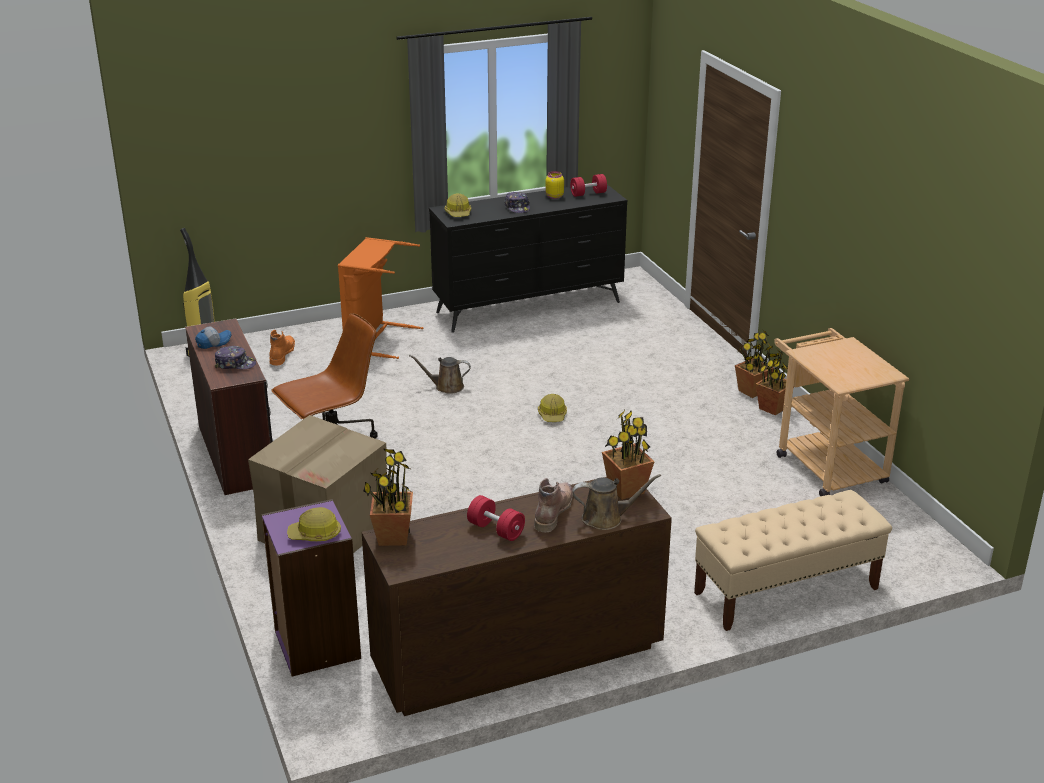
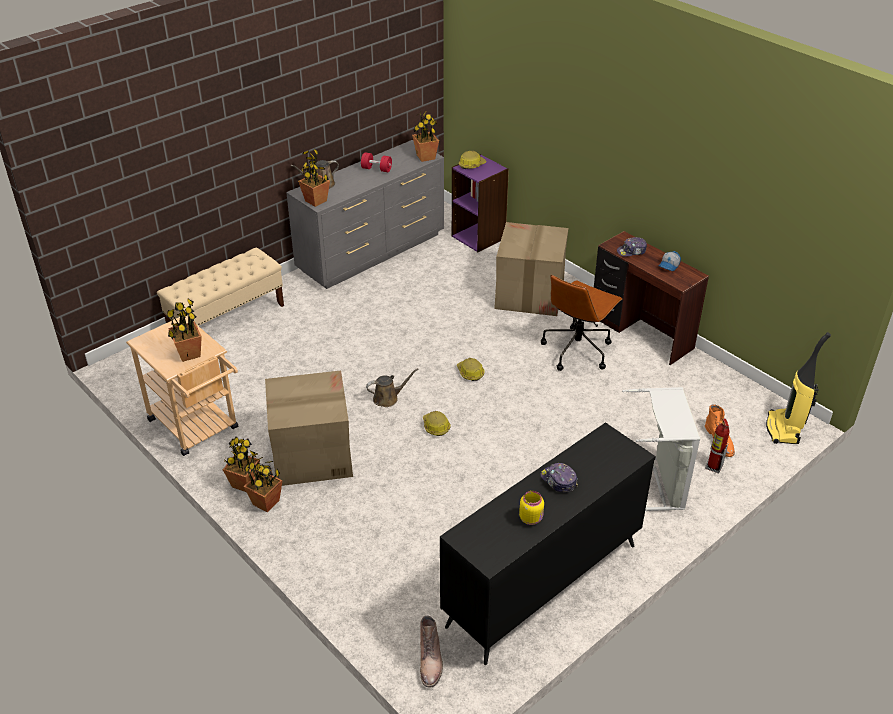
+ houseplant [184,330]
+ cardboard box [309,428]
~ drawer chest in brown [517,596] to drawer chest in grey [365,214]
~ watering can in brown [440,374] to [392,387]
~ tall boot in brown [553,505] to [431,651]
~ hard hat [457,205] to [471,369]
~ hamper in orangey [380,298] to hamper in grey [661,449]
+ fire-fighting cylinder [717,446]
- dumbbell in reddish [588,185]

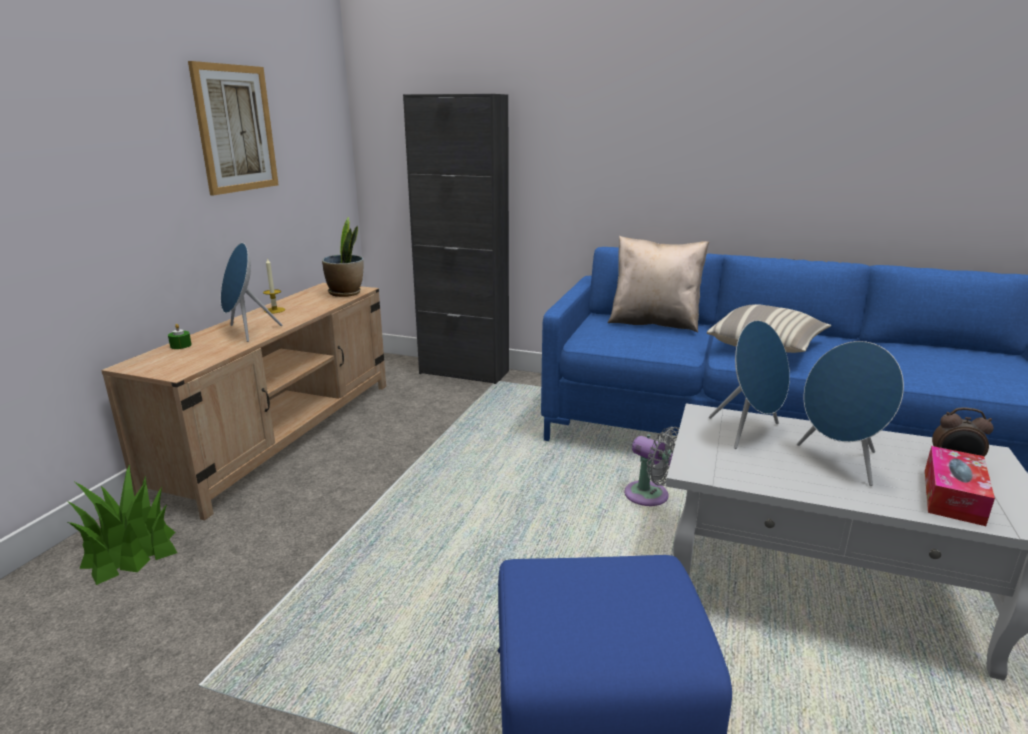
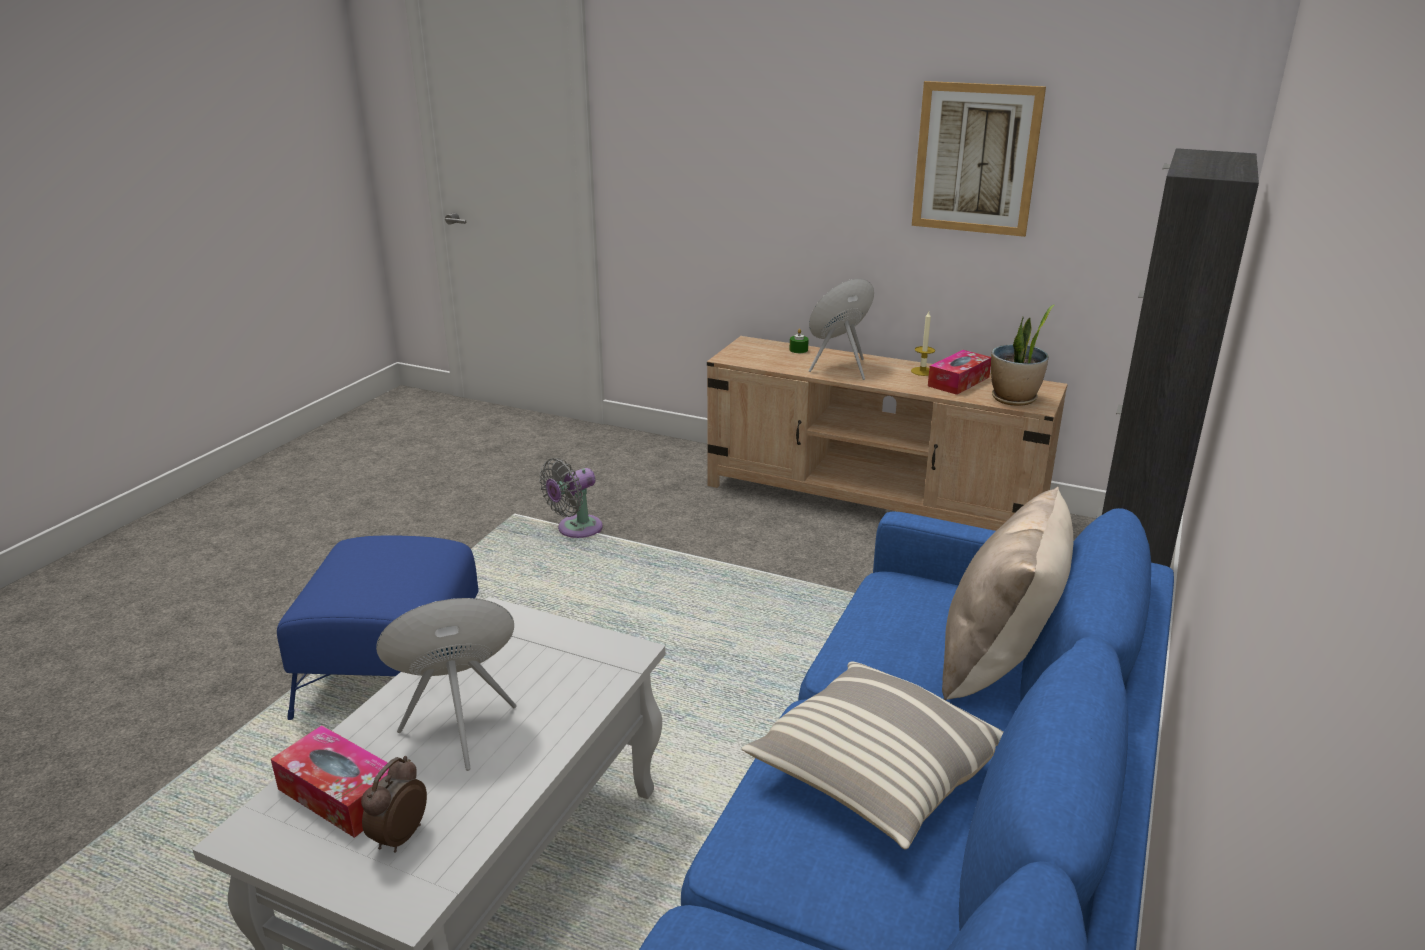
~ electric fan in grey [651,466] to [571,498]
+ tissue holder [959,372]
- houseplant [122,524]
- speaker in blue [749,384]

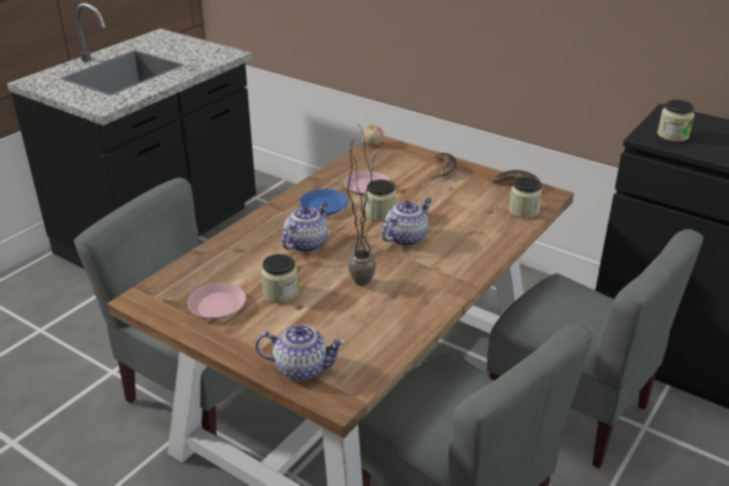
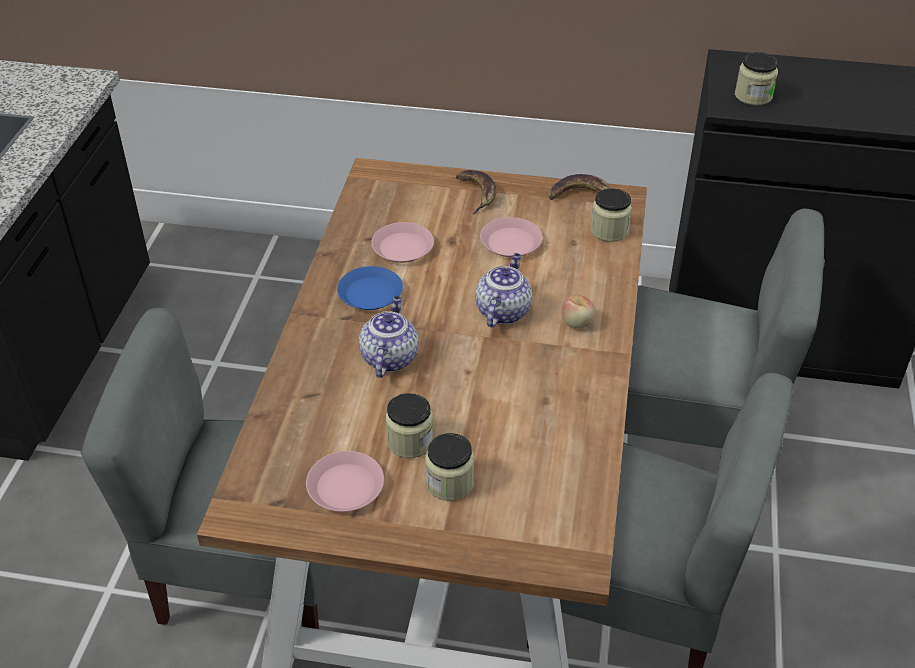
~ jar [380,200] to [449,467]
+ dinner plate in pink-coloured [511,237]
~ apple fruit [373,135] to [578,311]
- tea pot [300,353]
- houseplant [362,206]

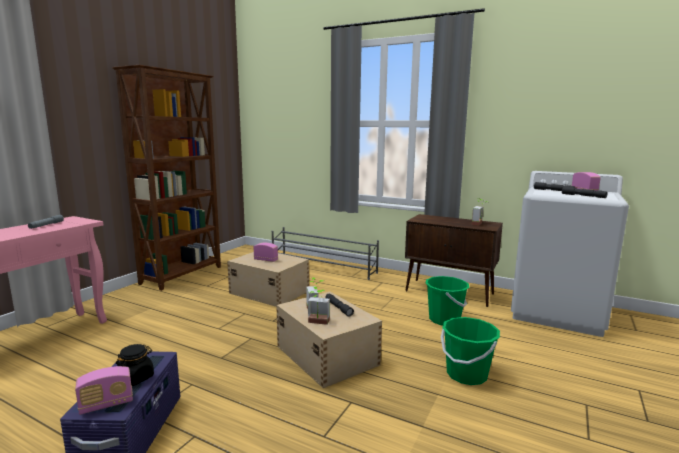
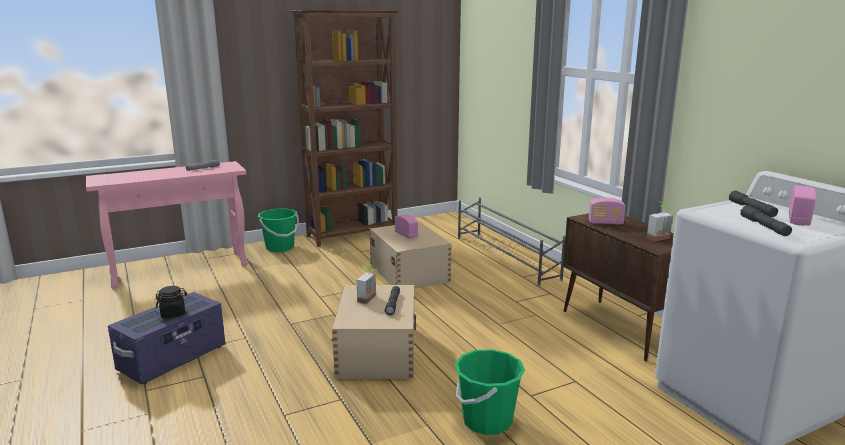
~ water bucket in greenish [447,300] to [278,230]
~ radio receiver [104,390] to [607,211]
- houseplant [319,305]

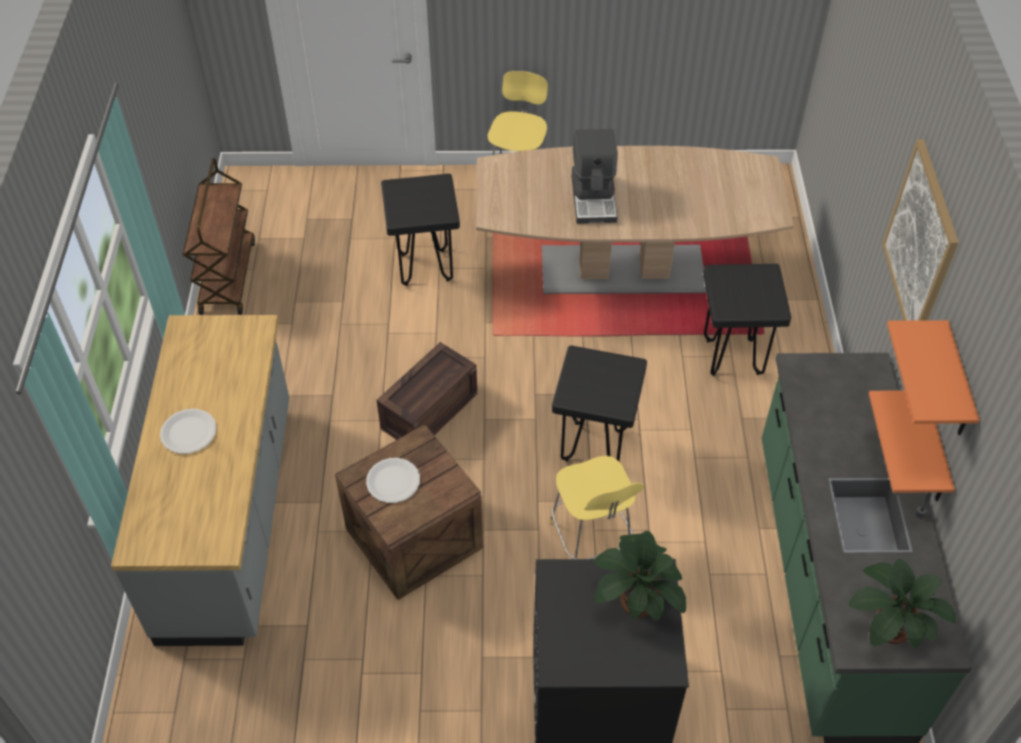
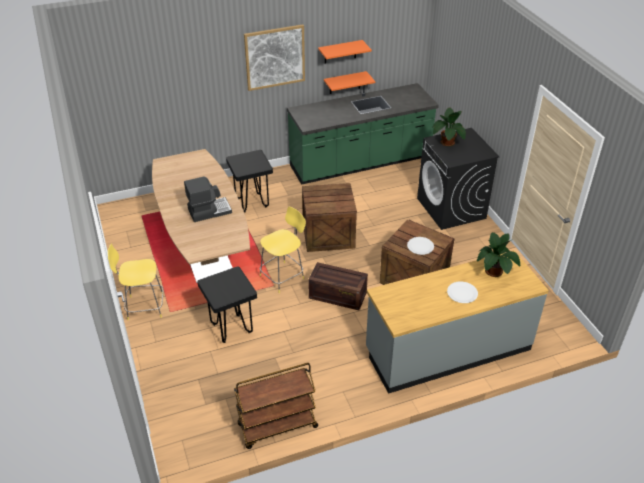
~ stool seat in yellowish [596,507] to [283,250]
~ stool seat in black-coloured [599,403] to crate [329,217]
~ houseplant [902,603] to [498,254]

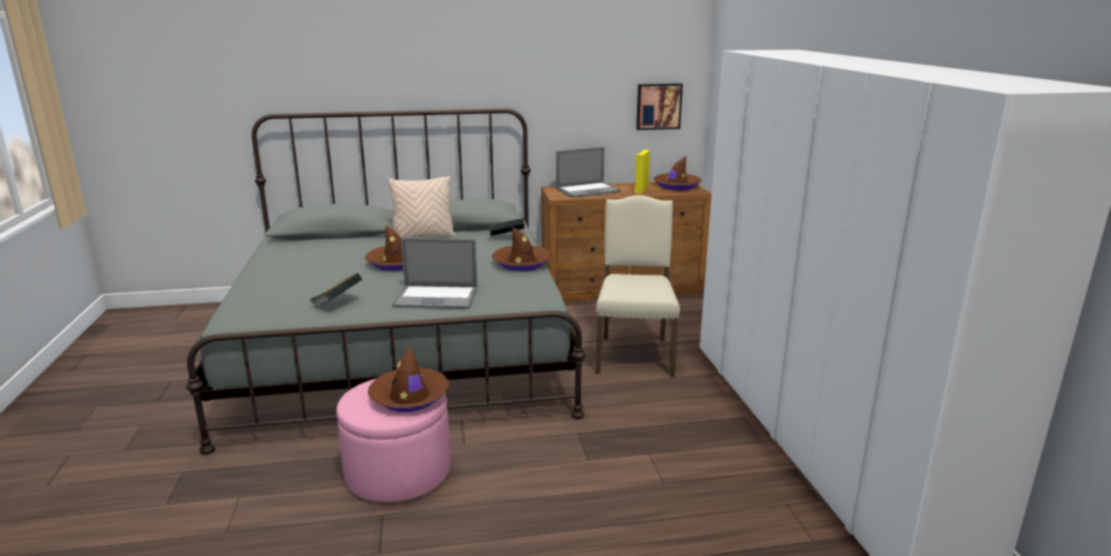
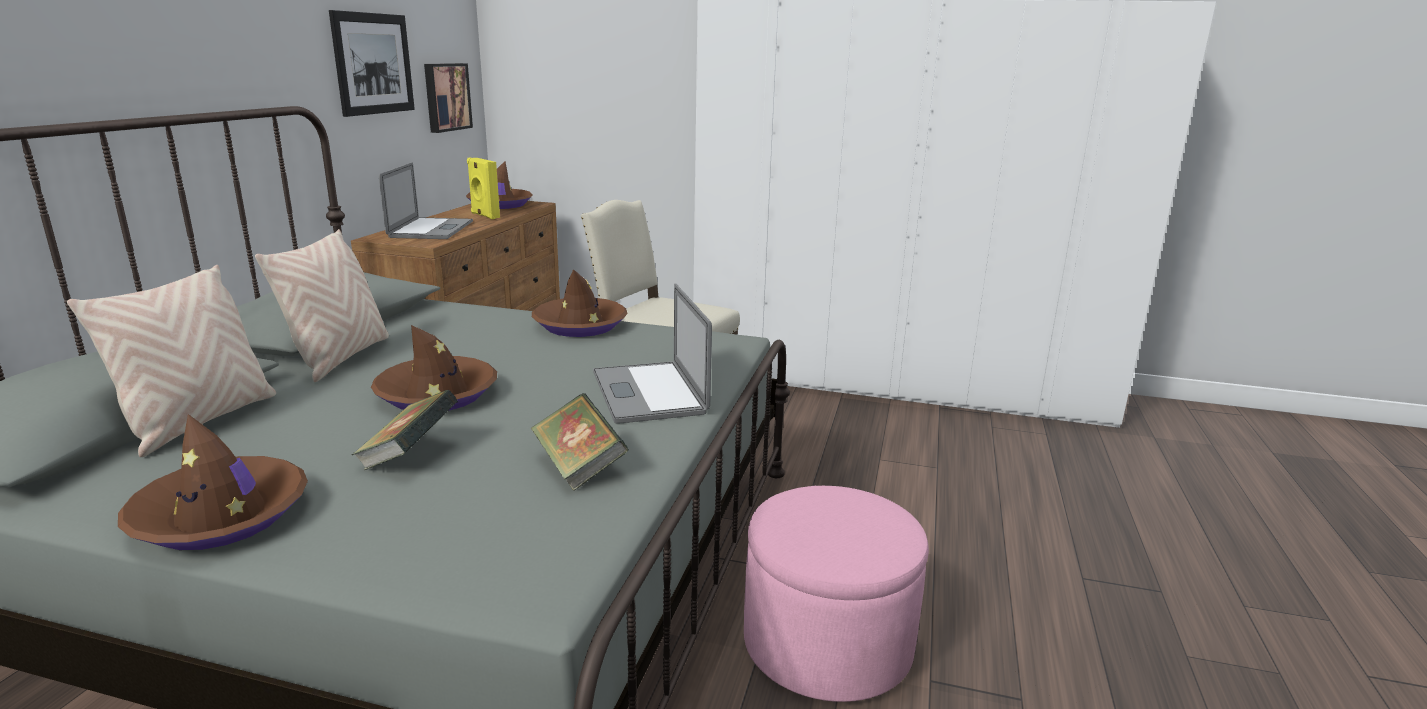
+ pillow in beige-coloured [171,361]
~ wearable hat in brown [408,378] to [213,482]
+ wall art [372,63]
~ bound book [507,227] to [405,430]
~ notebook computer [434,273] = [652,353] 135 degrees clockwise

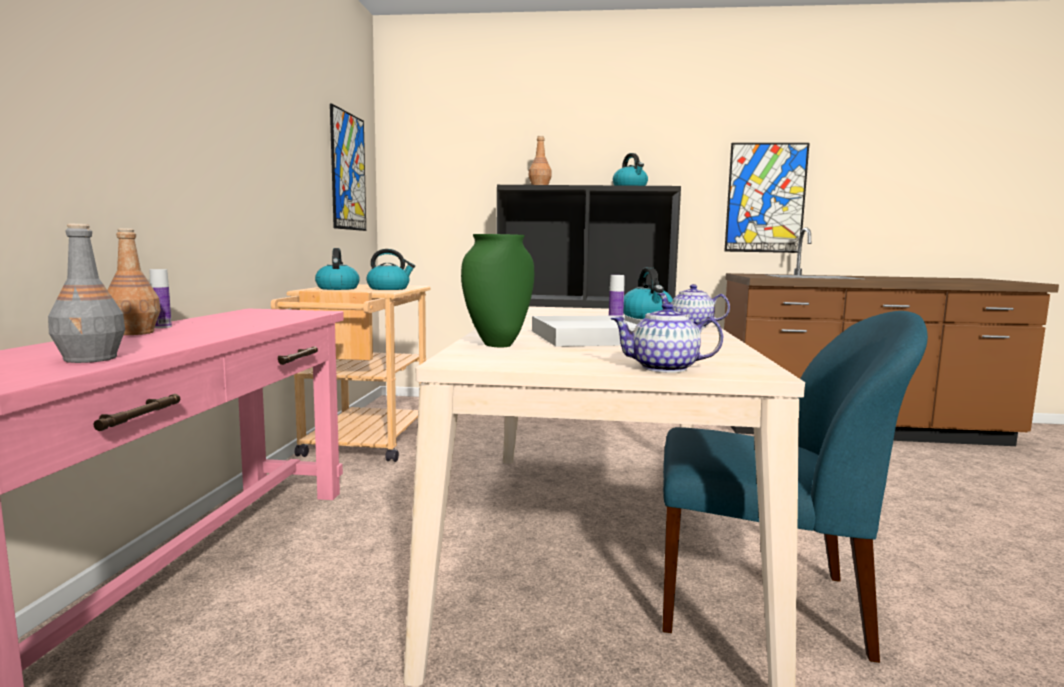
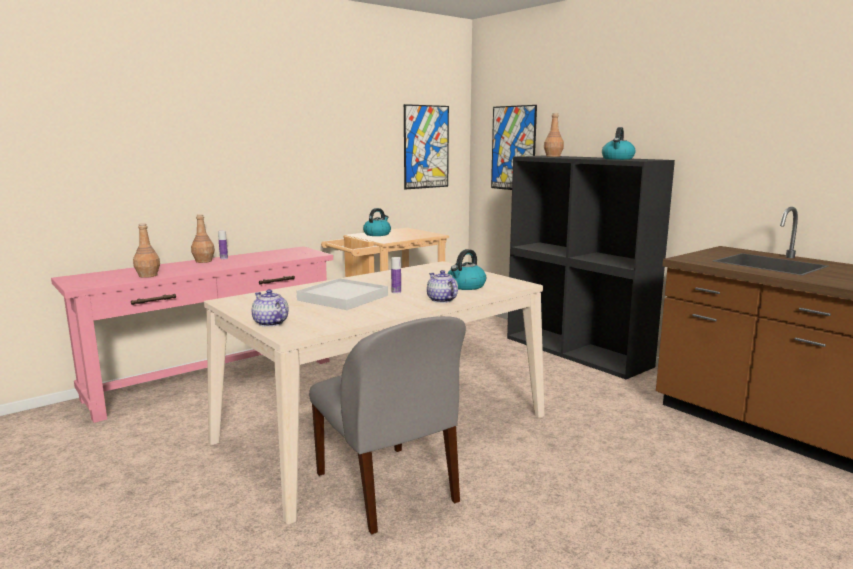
~ beverage bottle in grey [86,293] to beverage bottle in brown [146,250]
~ plain chair in blue [795,487] to plain chair in grey [387,425]
~ wall art [767,198] to [514,147]
- kettle [391,269]
- vase in greenish [497,290]

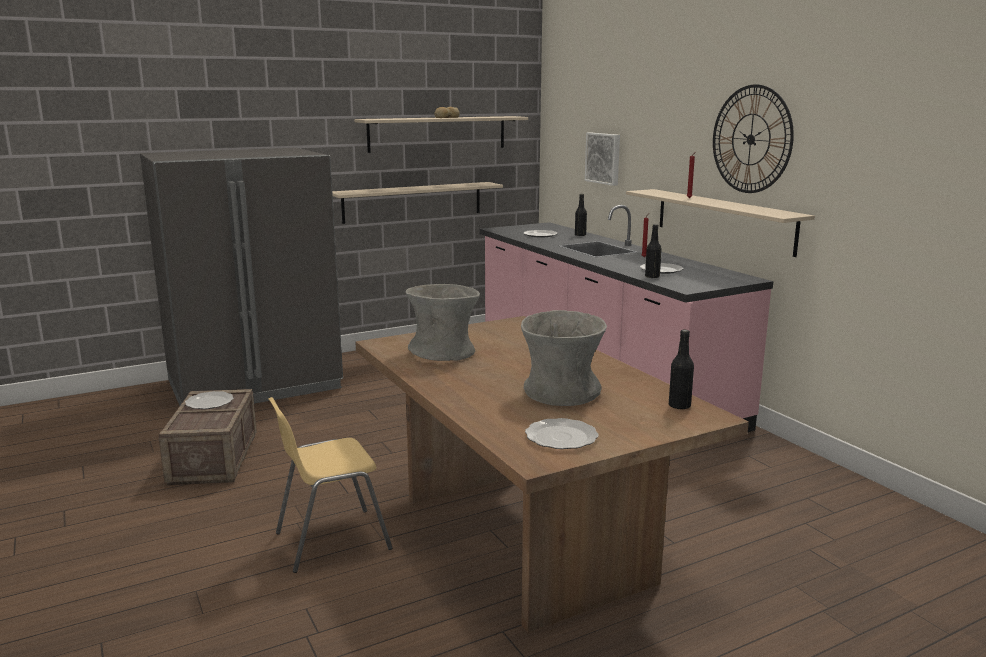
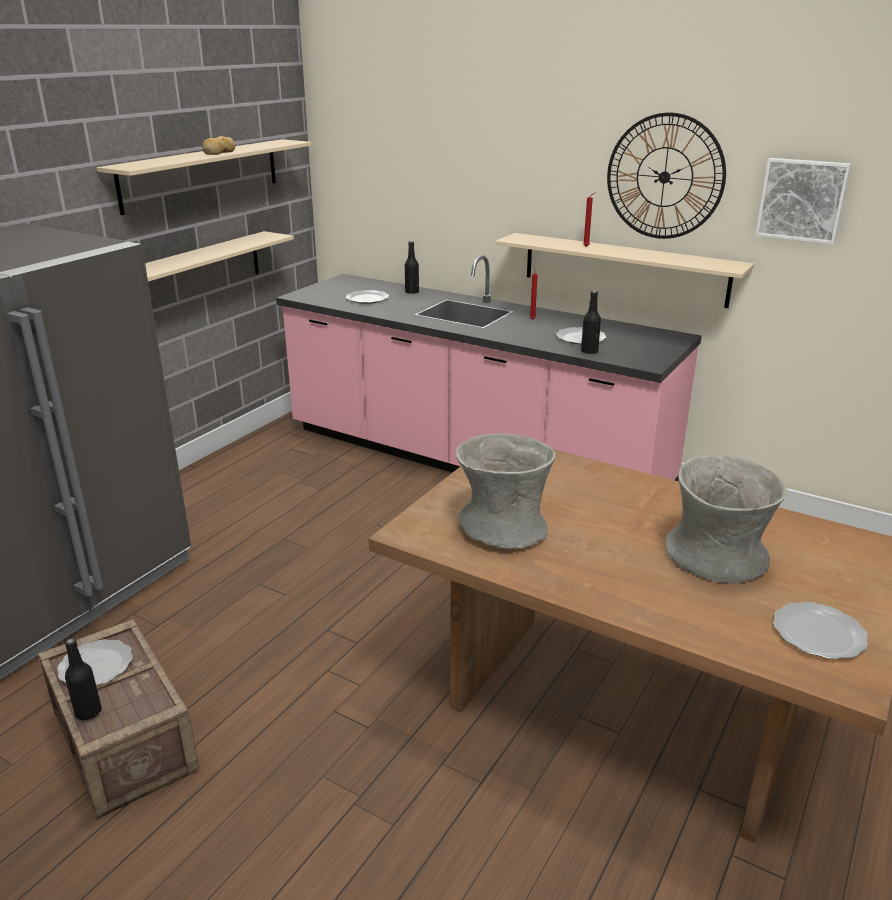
~ beverage bottle in black-coloured [681,369] to [83,679]
~ wall art [602,159] to [803,201]
- plain chair in yellowish [330,485]

